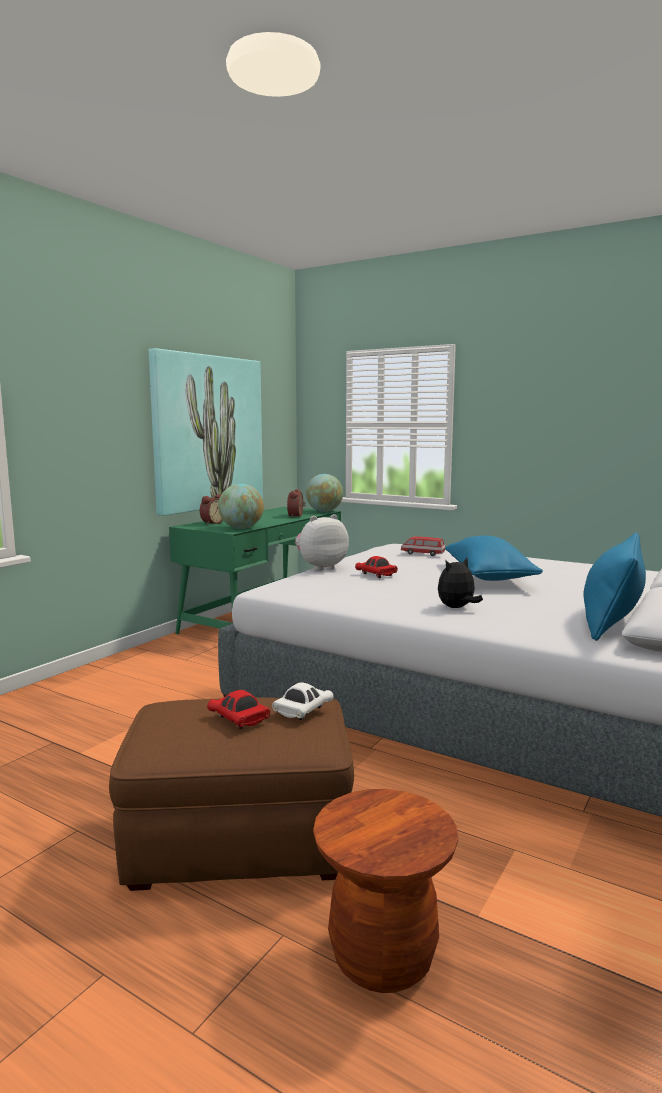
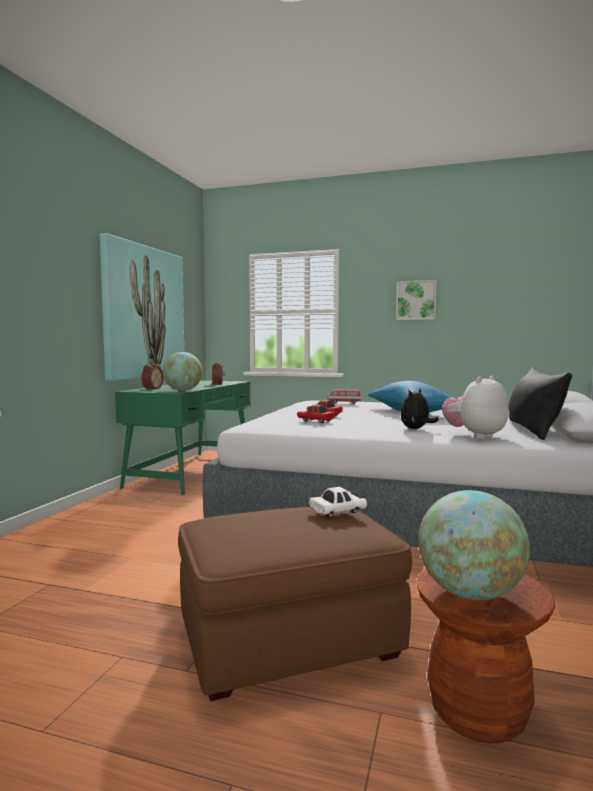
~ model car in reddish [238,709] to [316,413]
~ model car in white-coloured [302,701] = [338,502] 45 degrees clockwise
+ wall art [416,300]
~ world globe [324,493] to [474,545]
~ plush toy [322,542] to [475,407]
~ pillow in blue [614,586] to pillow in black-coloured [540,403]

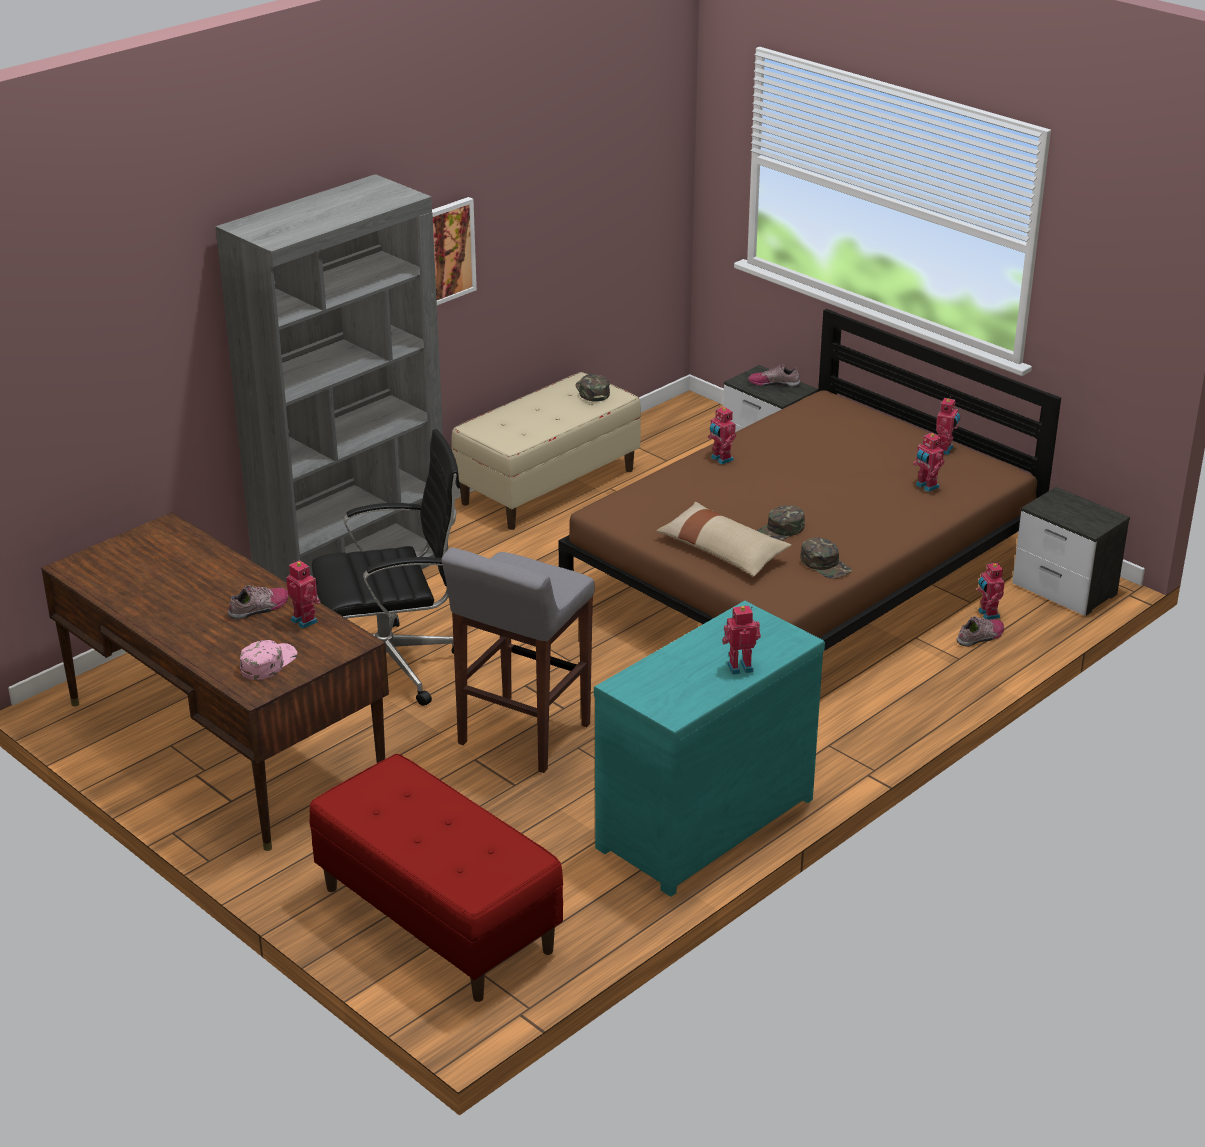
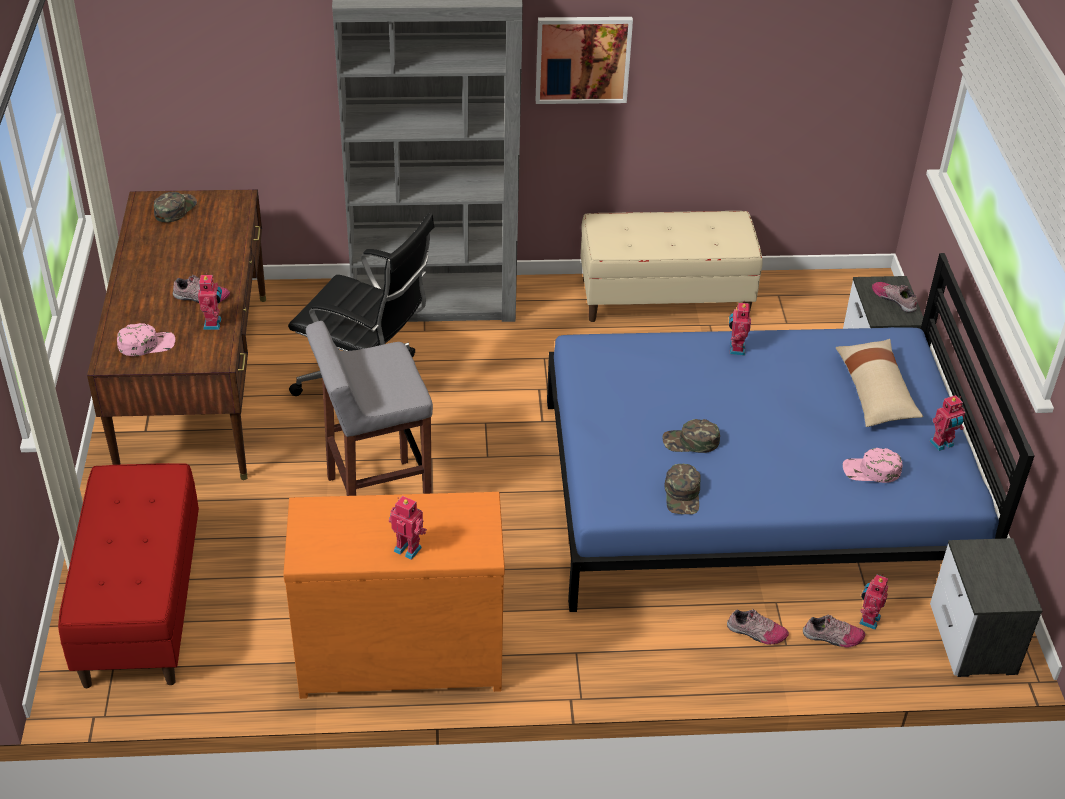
~ baseball cap in greenish [592,388] to [175,207]
~ drawer chest in blue-green [709,749] to drawer chest in orangey [394,595]
~ bed in brown [809,479] to bed in blue [790,432]
+ shoe [758,627]
~ pillow in beige-coloured [724,539] to [879,383]
~ robot figure [929,462] to baseball cap in pink-coloured [872,465]

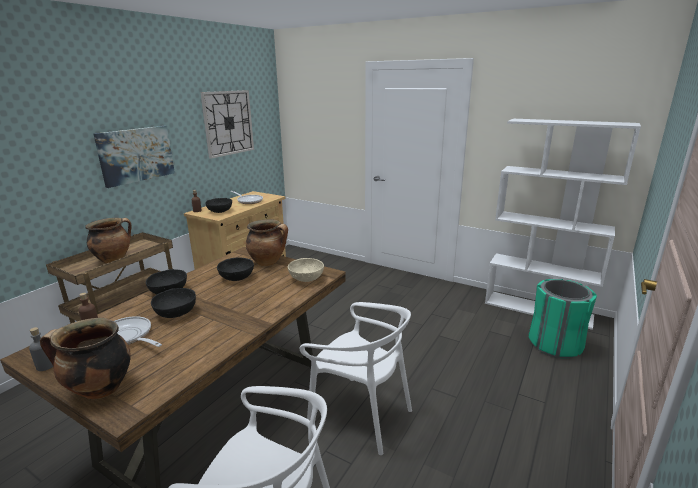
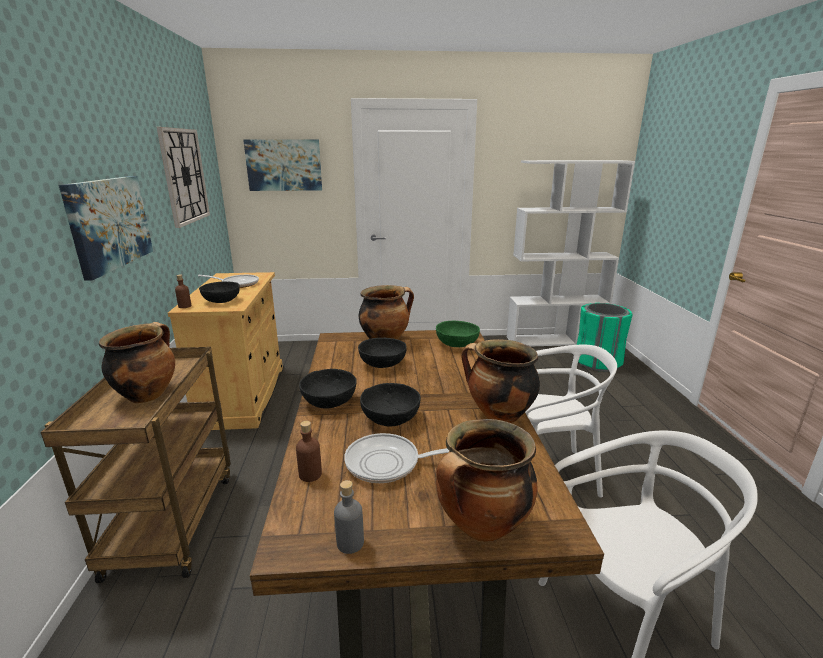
+ wall art [282,165]
~ bowl in beige-coloured [306,270] to bowl in greenish [458,334]
+ cooking pot [500,381]

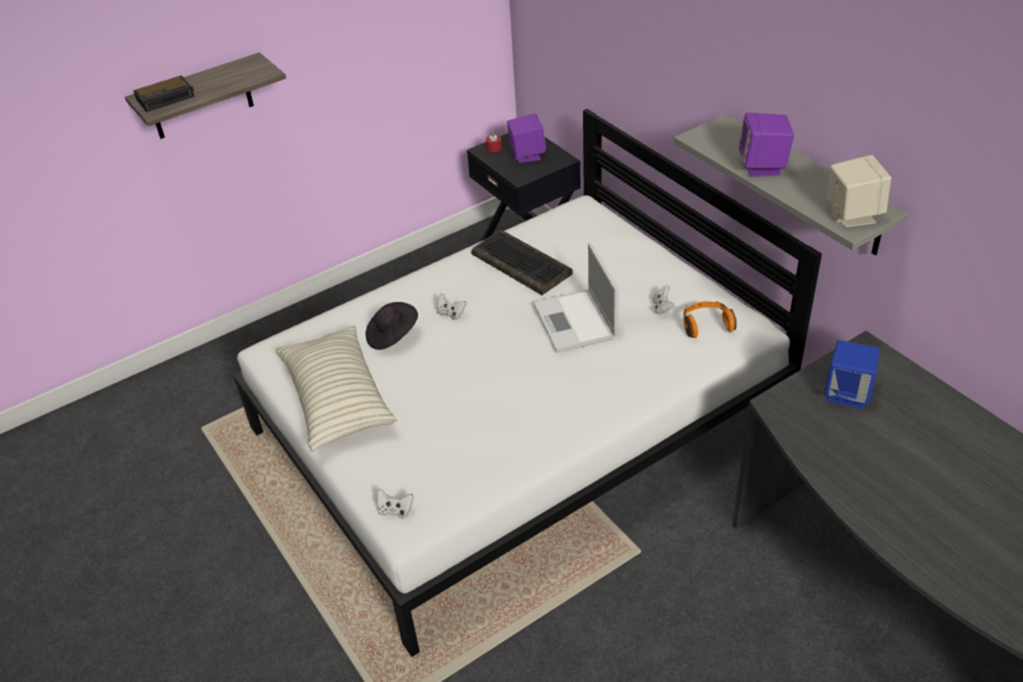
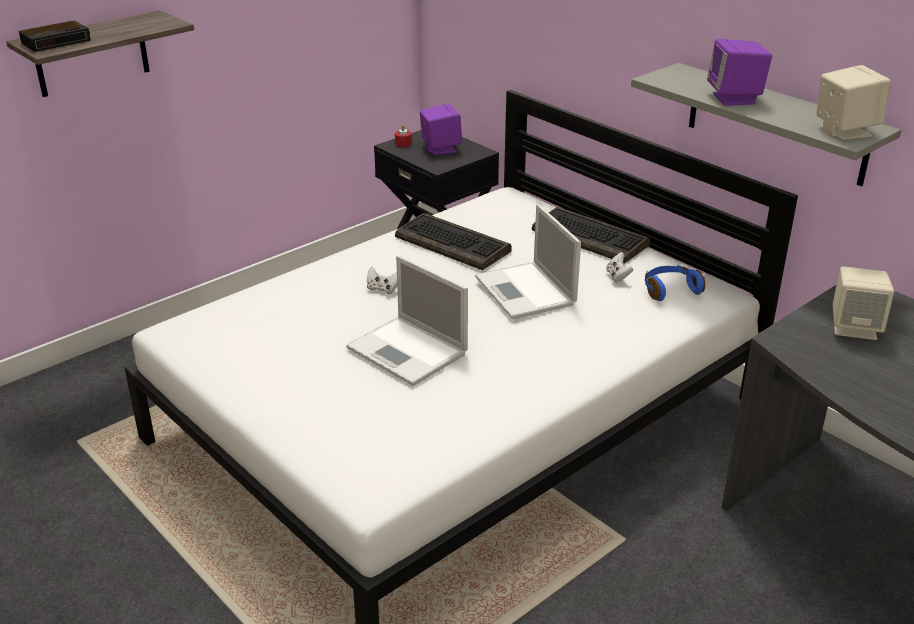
+ notebook computer [407,320]
+ keyboard [591,235]
~ headset in orangey [710,319] to headset in blue [675,283]
~ speaker in blue [851,374] to speaker in beige-coloured [863,303]
- pillow [336,389]
- wearable hat in black-coloured [392,326]
- joypad in white-coloured [395,504]

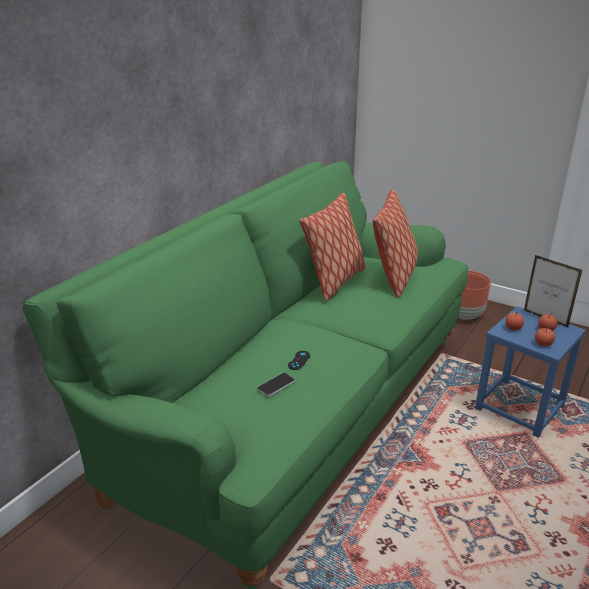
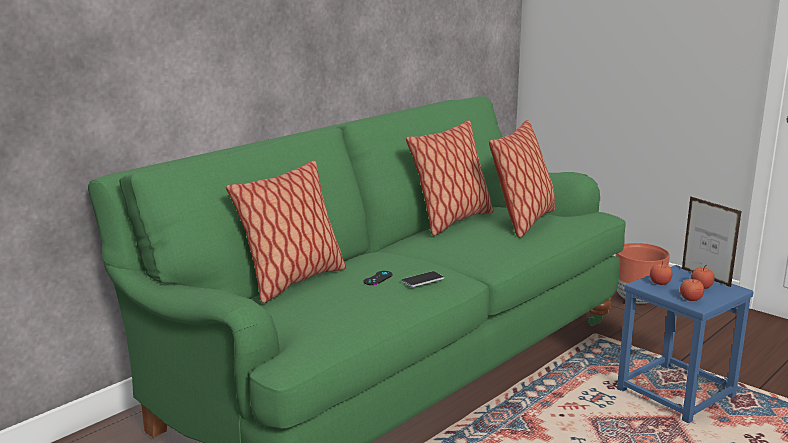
+ pillow [286,231]
~ handset [276,385] to [422,279]

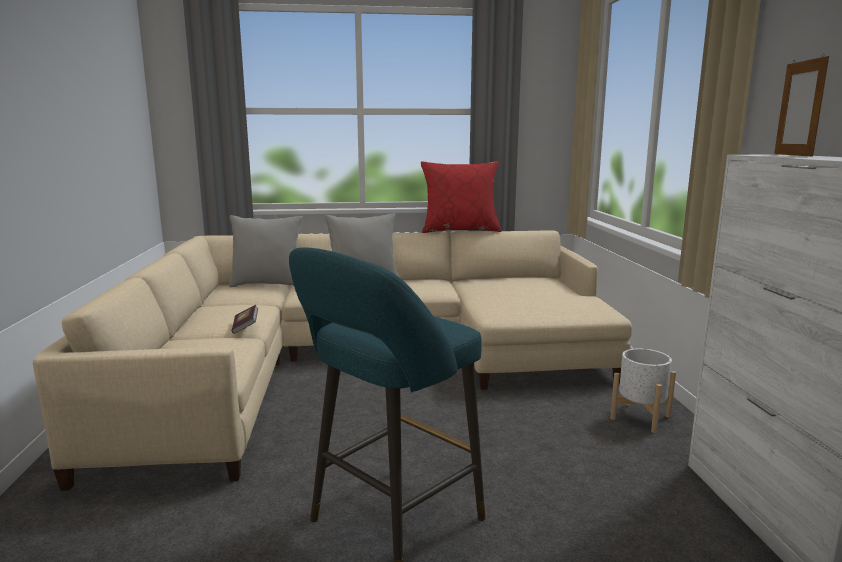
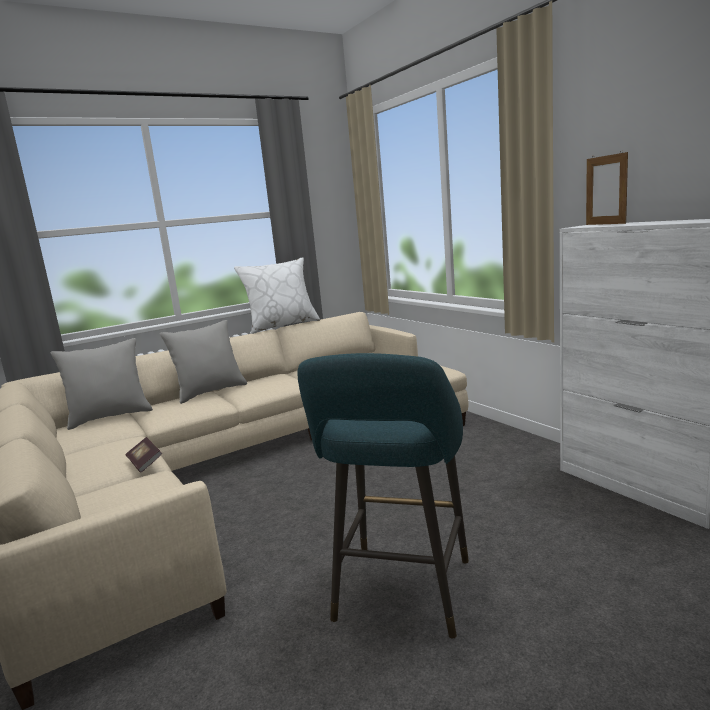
~ pillow in reddish [461,197] to pillow in white-coloured [277,295]
- plant pot in white-coloured [643,390]

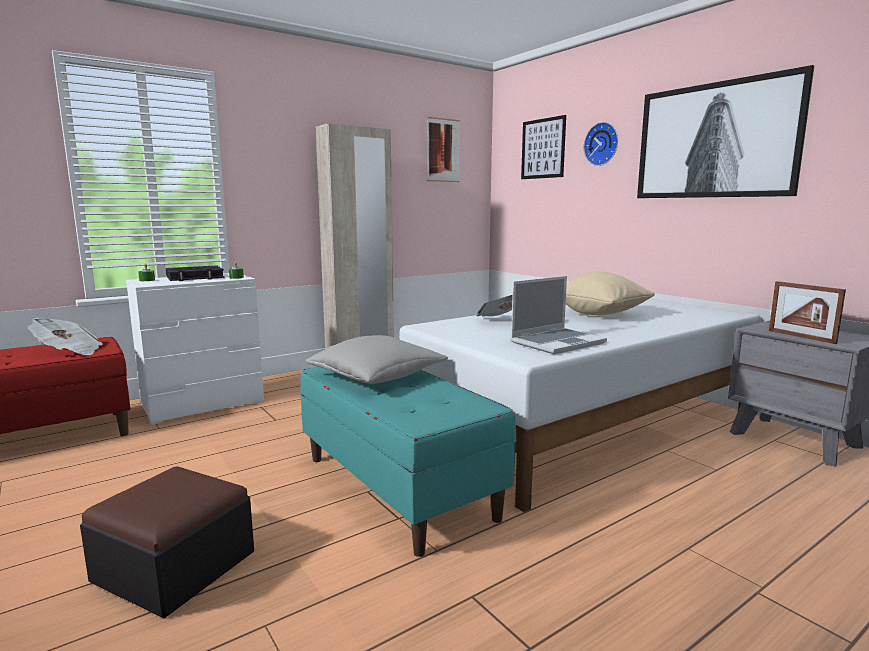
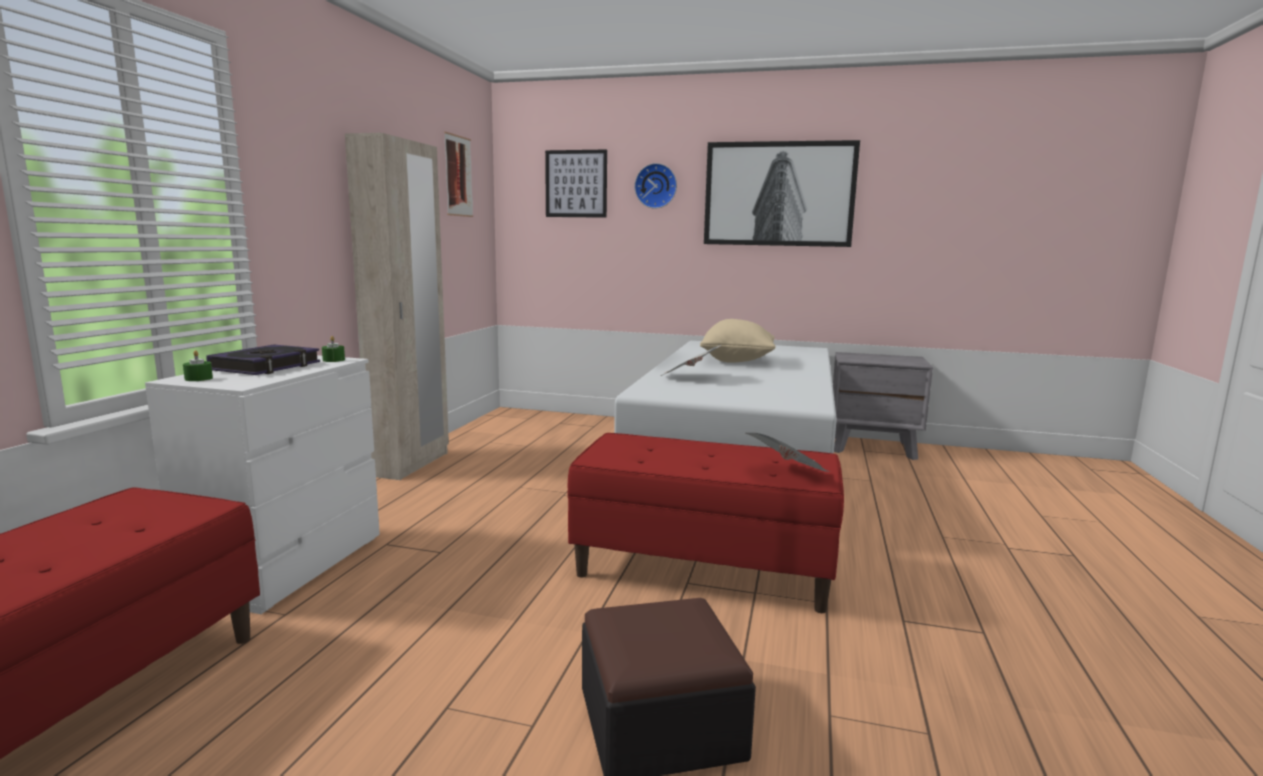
~ bench in blue-green [408,461] to bench in reddish [706,523]
~ daily paper [65,336] to [787,452]
- pillow in grey [376,359]
- notebook computer [559,315]
- photo frame [807,312]

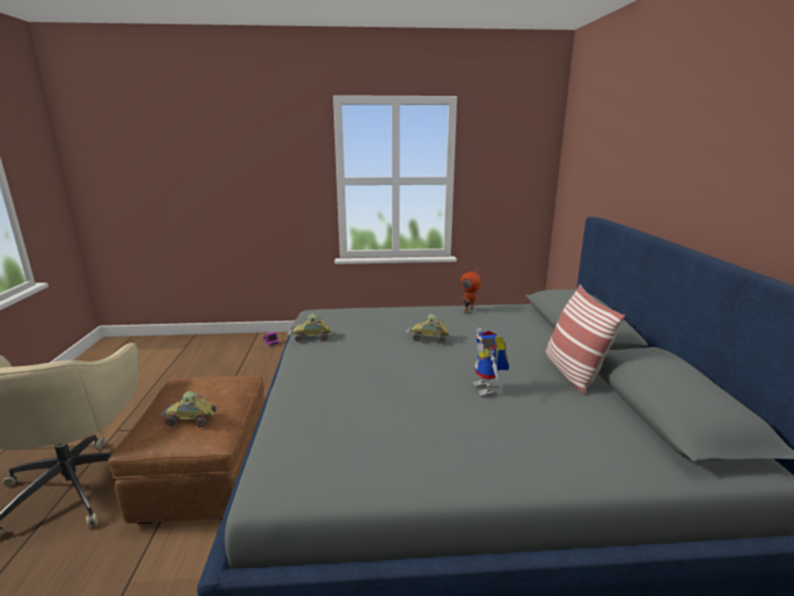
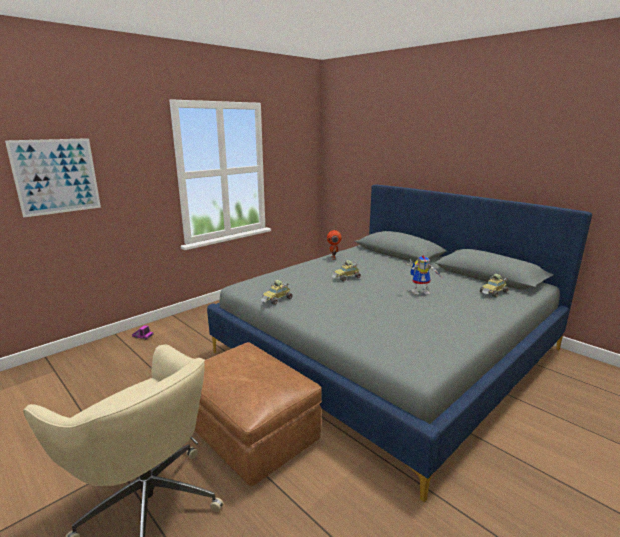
+ wall art [53,178]
~ robot figure [491,362] = [423,275] 45 degrees counterclockwise
~ model car [188,409] to [494,285]
- pillow [585,339]

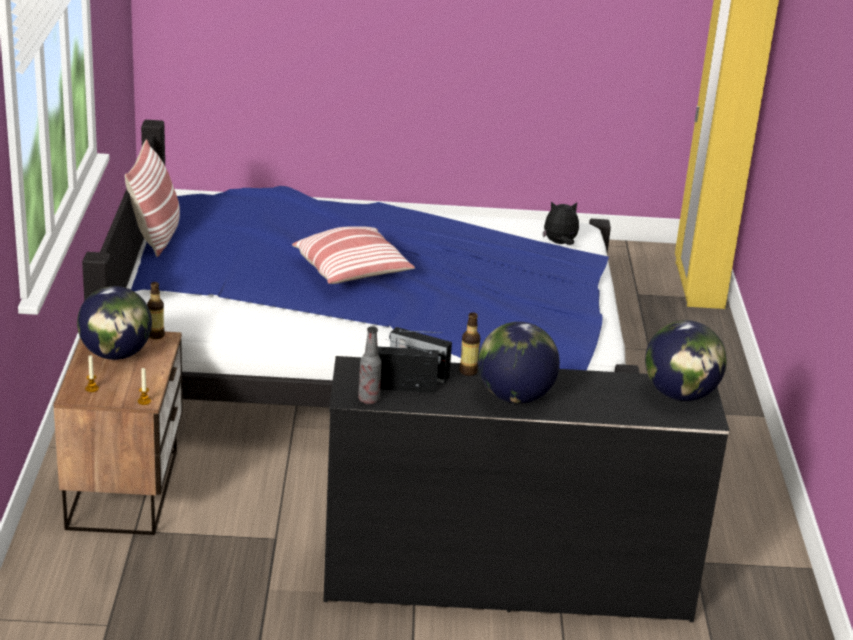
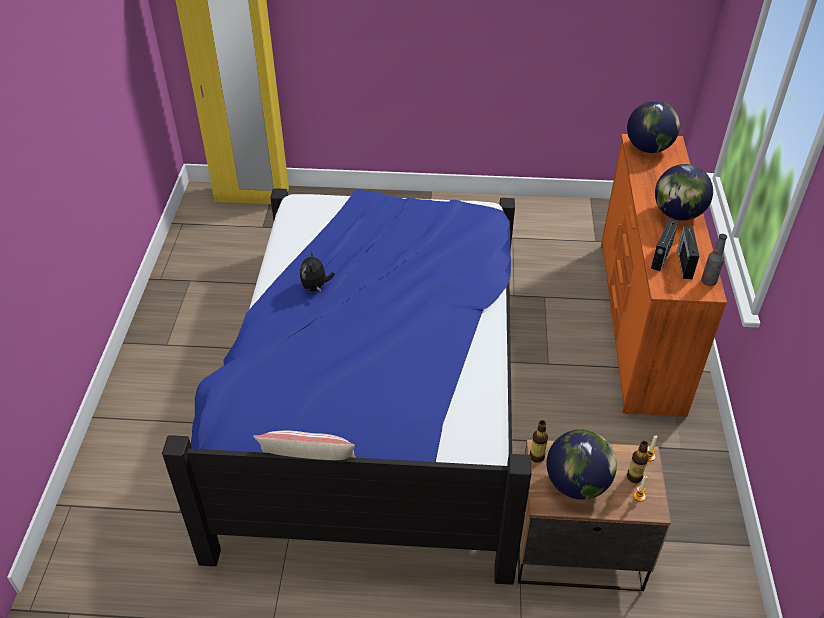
~ plush toy [561,223] to [317,271]
~ drawer chest in black-coloured [526,489] to drawer chest in orangey [664,275]
~ beverage bottle [469,344] to [637,462]
- pillow [353,255]

